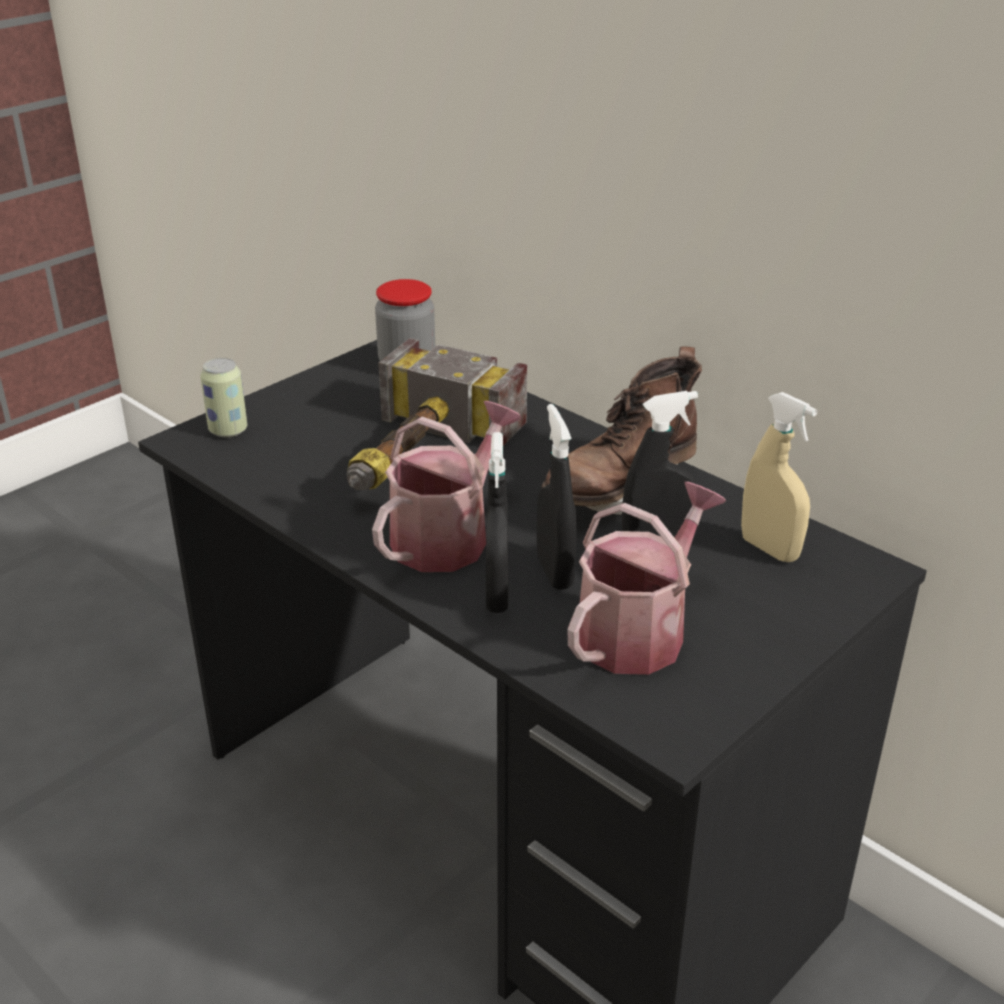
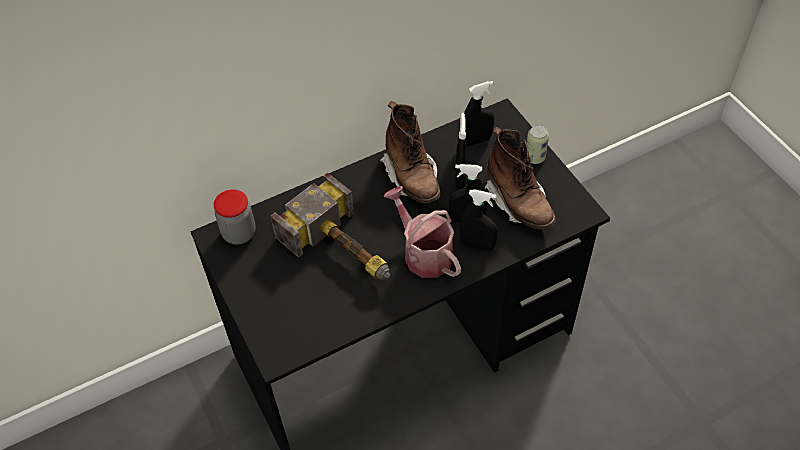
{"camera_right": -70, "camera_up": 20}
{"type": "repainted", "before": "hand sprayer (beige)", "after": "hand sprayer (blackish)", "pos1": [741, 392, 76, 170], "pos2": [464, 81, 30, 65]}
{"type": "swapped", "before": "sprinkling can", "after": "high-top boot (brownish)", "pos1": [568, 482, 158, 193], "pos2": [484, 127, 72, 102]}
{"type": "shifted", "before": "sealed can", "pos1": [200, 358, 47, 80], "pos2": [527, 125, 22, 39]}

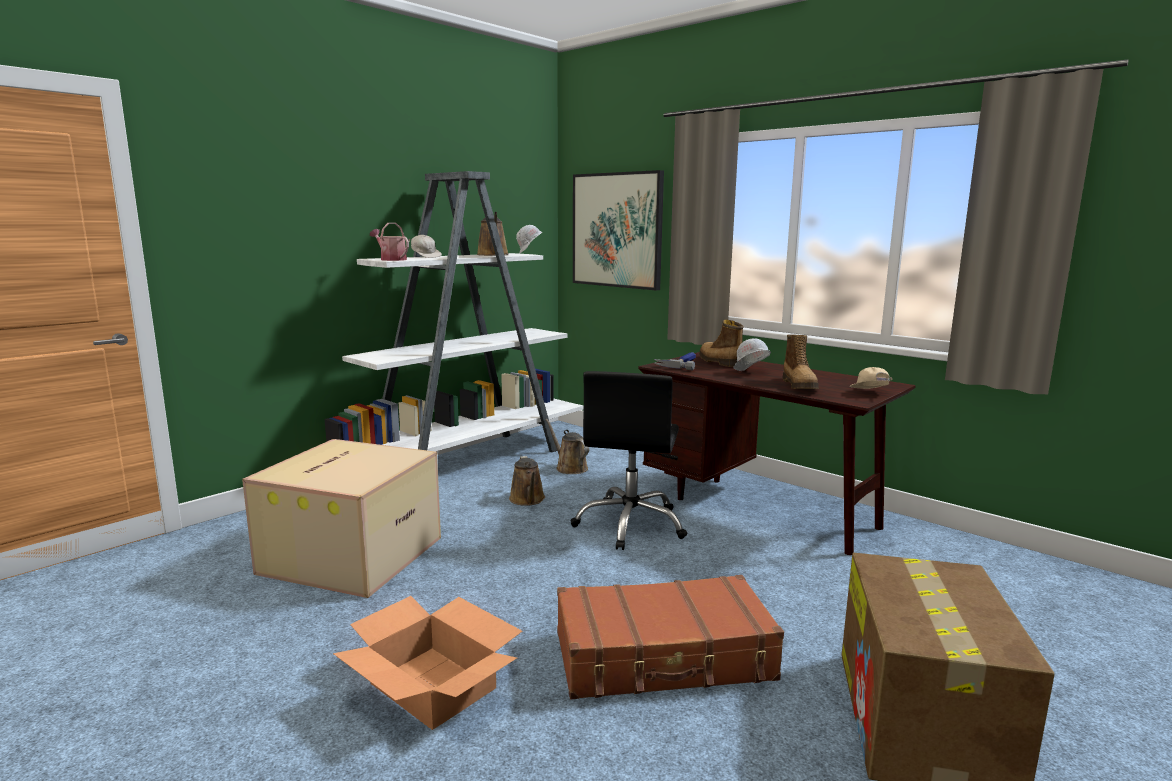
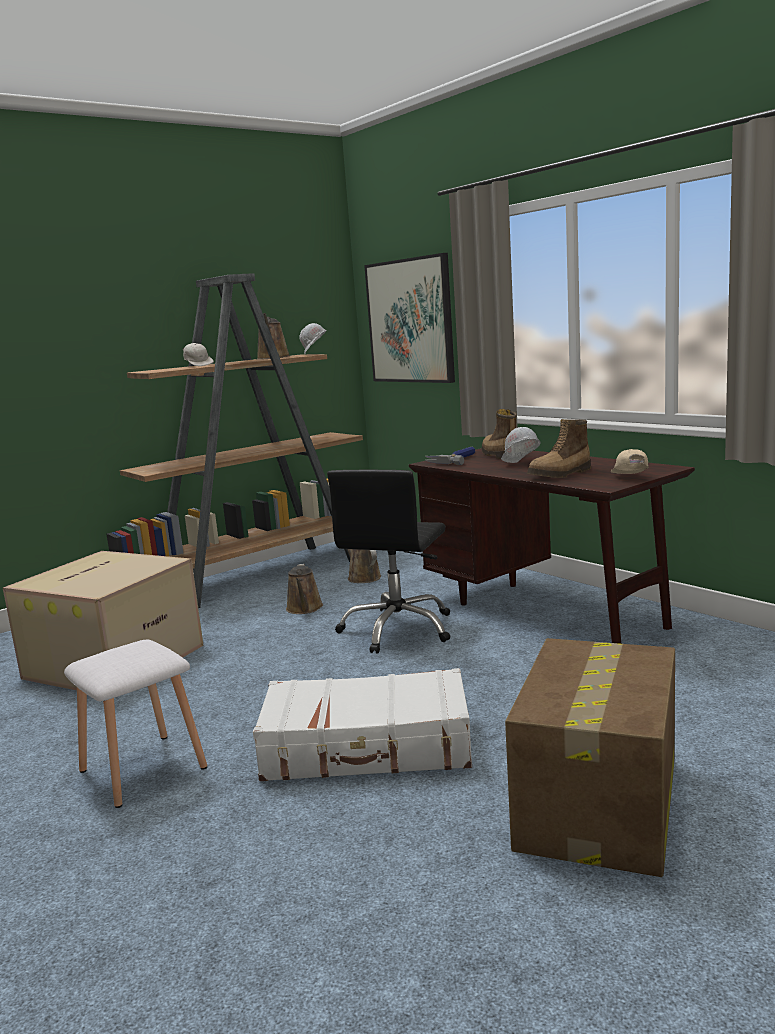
{"camera_right": 10, "camera_up": 0}
{"type": "swapped", "before": "carton", "after": "sitting stool (white-coloured)", "pos1": [333, 596, 189, 134], "pos2": [64, 640, 143, 168]}
{"type": "repainted", "before": "bookshelf (white-coloured)", "after": "bookshelf (brownish)", "pos1": [325, 171, 258, 281], "pos2": [106, 273, 257, 335]}
{"type": "repainted", "before": "piece of luggage (brownish)", "after": "piece of luggage (white-coloured)", "pos1": [557, 575, 227, 124], "pos2": [253, 668, 219, 113]}
{"type": "rotated", "before": "high-top boot", "pos1": [782, 334, 37, 55], "pos2": [527, 419, 64, 59], "turn": 45}
{"type": "gone", "before": "sprinkling can", "pos1": [370, 223, 39, 38]}

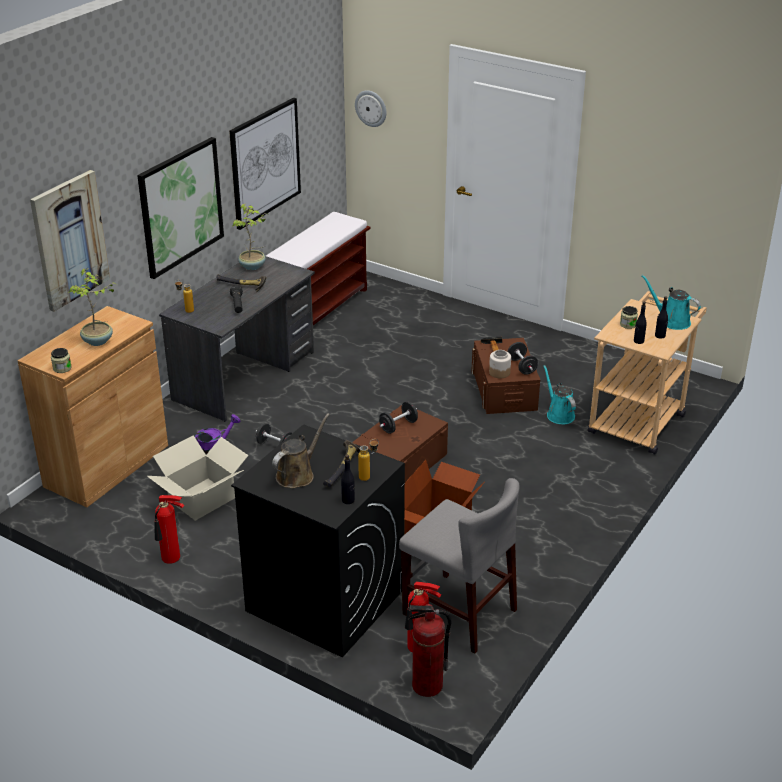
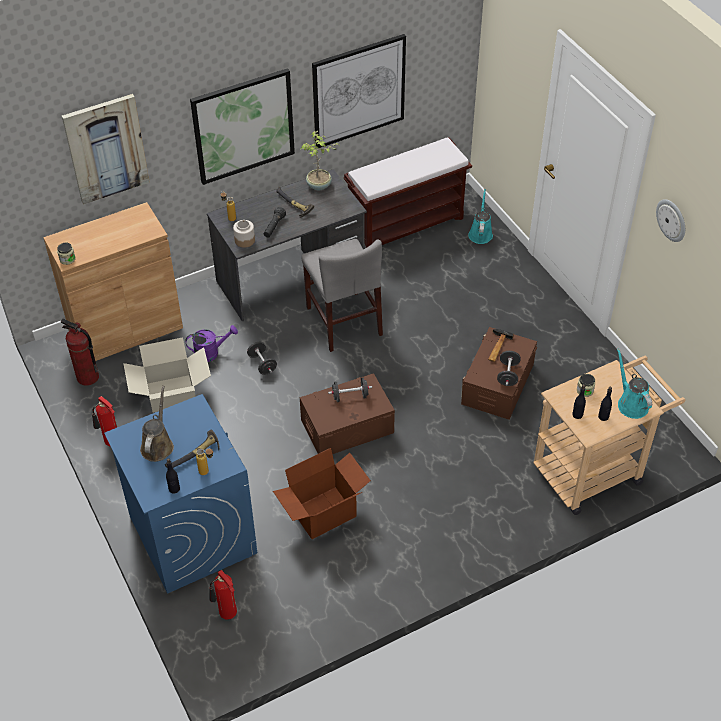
{"camera_right": 30, "camera_up": 15}
{"type": "shifted", "before": "extinguisher", "pos1": [408, 604, 44, 93], "pos2": [61, 319, 38, 67]}
{"type": "repainted", "before": "laundry machine (blackish)", "after": "laundry machine (blue-coloured)", "pos1": [231, 425, 174, 233], "pos2": [104, 394, 154, 200]}
{"type": "rotated", "before": "sprinkling can (brownish)", "pos1": [272, 413, 58, 75], "pos2": [140, 386, 34, 76], "turn": -60}
{"type": "shifted", "before": "preserve jar", "pos1": [489, 350, 22, 28], "pos2": [233, 220, 22, 28]}
{"type": "shifted", "before": "chair (gray)", "pos1": [399, 478, 120, 175], "pos2": [301, 239, 82, 113]}
{"type": "shifted", "before": "sprinkling can (turquoise-coloured)", "pos1": [543, 365, 33, 59], "pos2": [468, 189, 25, 55]}
{"type": "shifted", "before": "clock on the wall", "pos1": [355, 90, 32, 37], "pos2": [656, 199, 29, 43]}
{"type": "gone", "before": "potted plant", "pos1": [69, 268, 47, 78]}

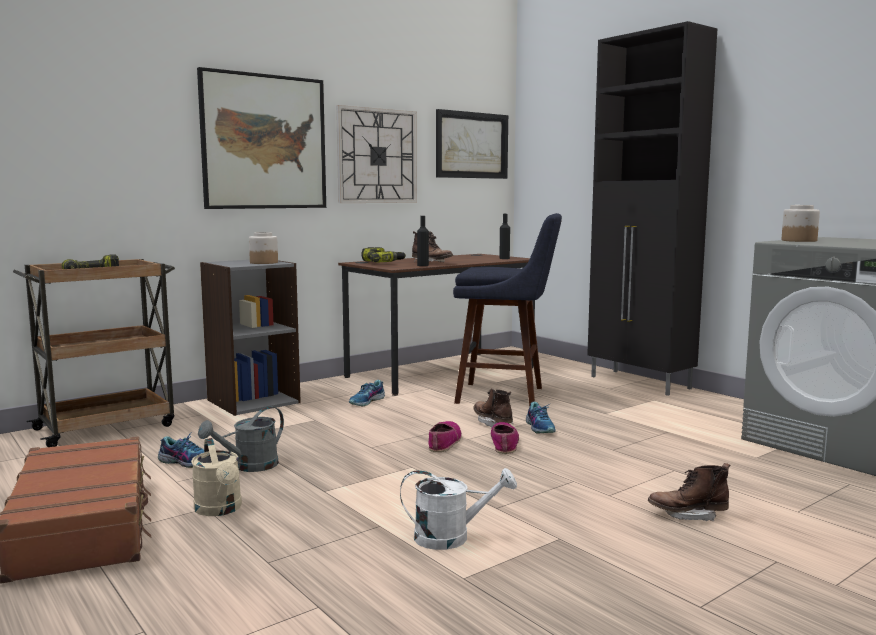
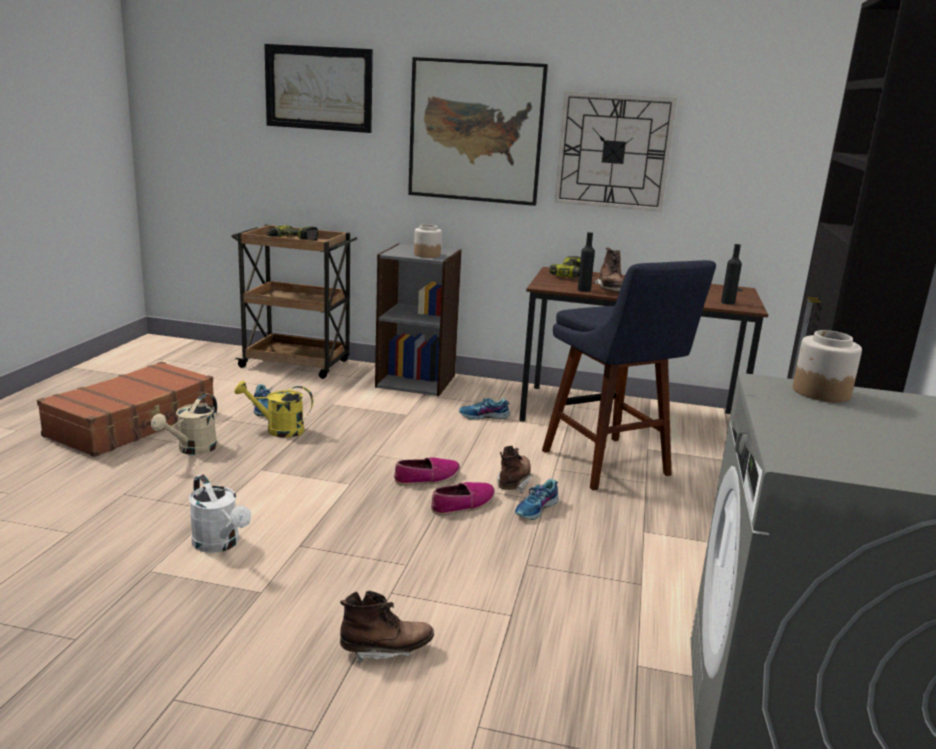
{"camera_right": 50, "camera_up": 10}
{"type": "repainted", "before": "sprinkling can (gray)", "after": "sprinkling can (yellow-coloured)", "pos1": [198, 406, 86, 66], "pos2": [234, 381, 79, 57]}
{"type": "shifted", "before": "wall picture", "pos1": [436, 109, 72, 70], "pos2": [264, 44, 109, 89]}
{"type": "rotated", "before": "high-top boot (brownish)", "pos1": [648, 463, 82, 58], "pos2": [340, 591, 94, 73], "turn": 120}

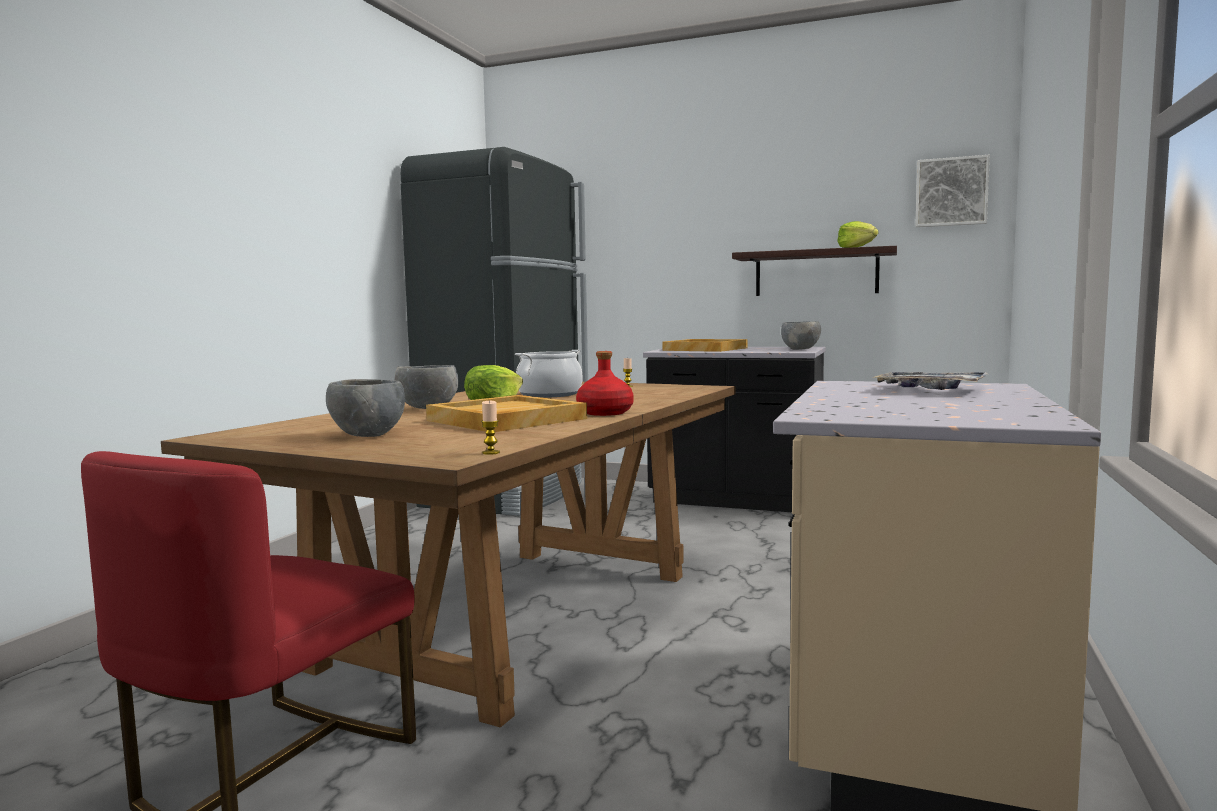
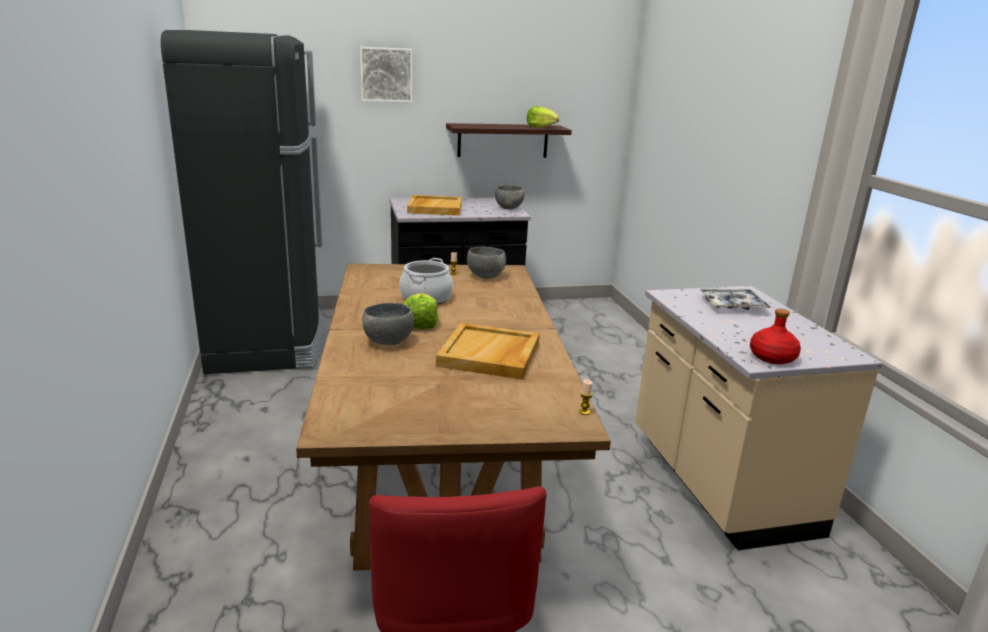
{"camera_right": -35, "camera_up": 15}
{"type": "shifted", "before": "wall picture", "pos1": [915, 155, 75, 72], "pos2": [360, 47, 52, 56]}
{"type": "shifted", "before": "serving bowl (gray)", "pos1": [326, 379, 79, 58], "pos2": [467, 247, 39, 32]}
{"type": "shifted", "before": "beverage bottle (red)", "pos1": [576, 351, 58, 65], "pos2": [750, 309, 51, 55]}

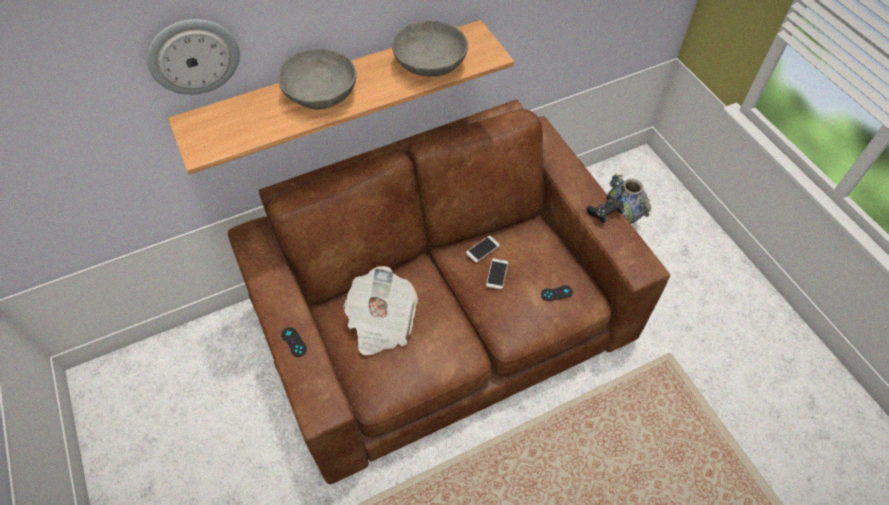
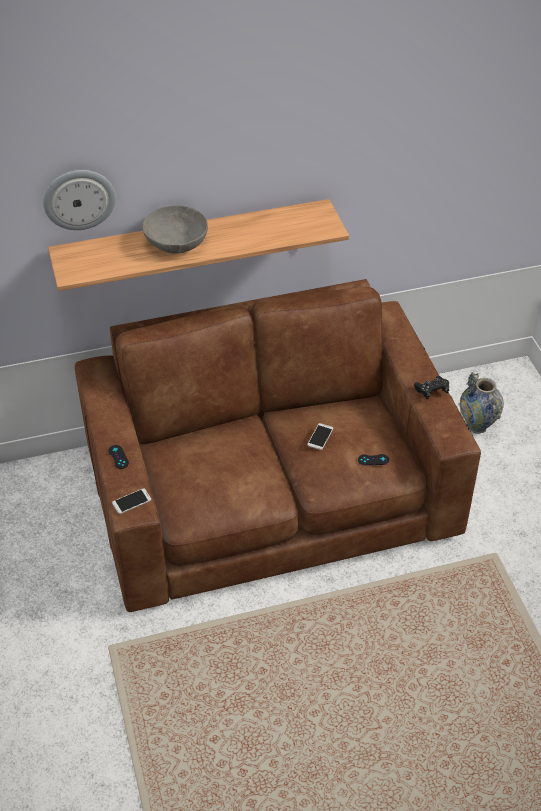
{"camera_right": 10, "camera_up": -10}
{"type": "shifted", "before": "telephone", "pos1": [466, 236, 34, 27], "pos2": [112, 488, 39, 26]}
{"type": "gone", "before": "newspaper", "pos1": [343, 266, 75, 90]}
{"type": "gone", "before": "serving bowl (gray)", "pos1": [392, 20, 76, 57]}

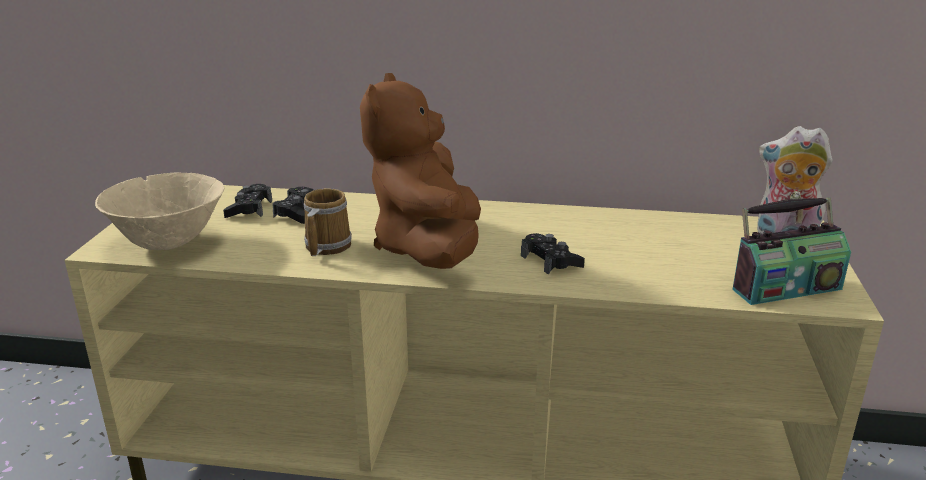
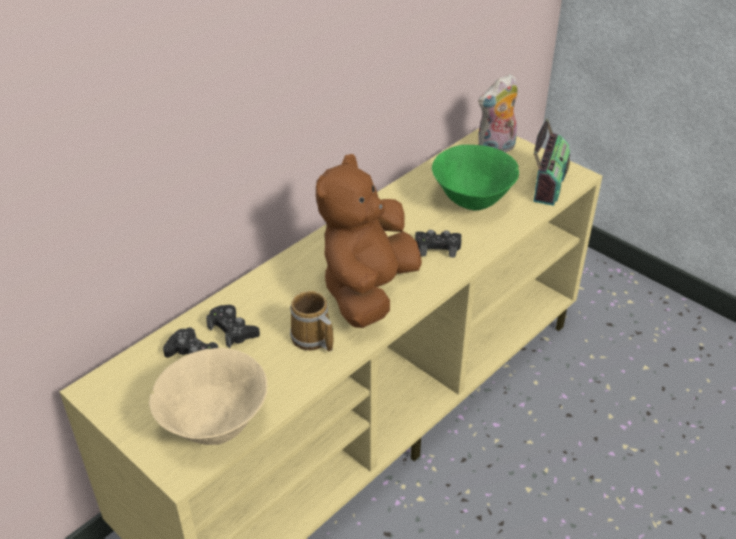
{"camera_right": -55, "camera_up": 15}
{"type": "rotated", "before": "cuddly toy (brownish)", "pos1": [360, 73, 121, 196], "pos2": [316, 154, 106, 174], "turn": 75}
{"type": "new", "after": "serving bowl (greenish)", "pos2": [432, 145, 87, 65]}

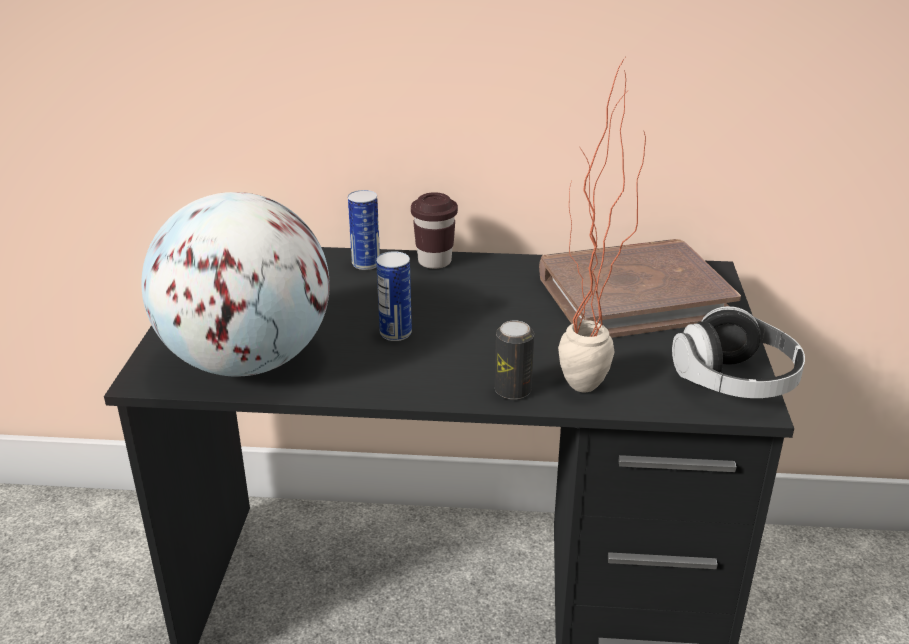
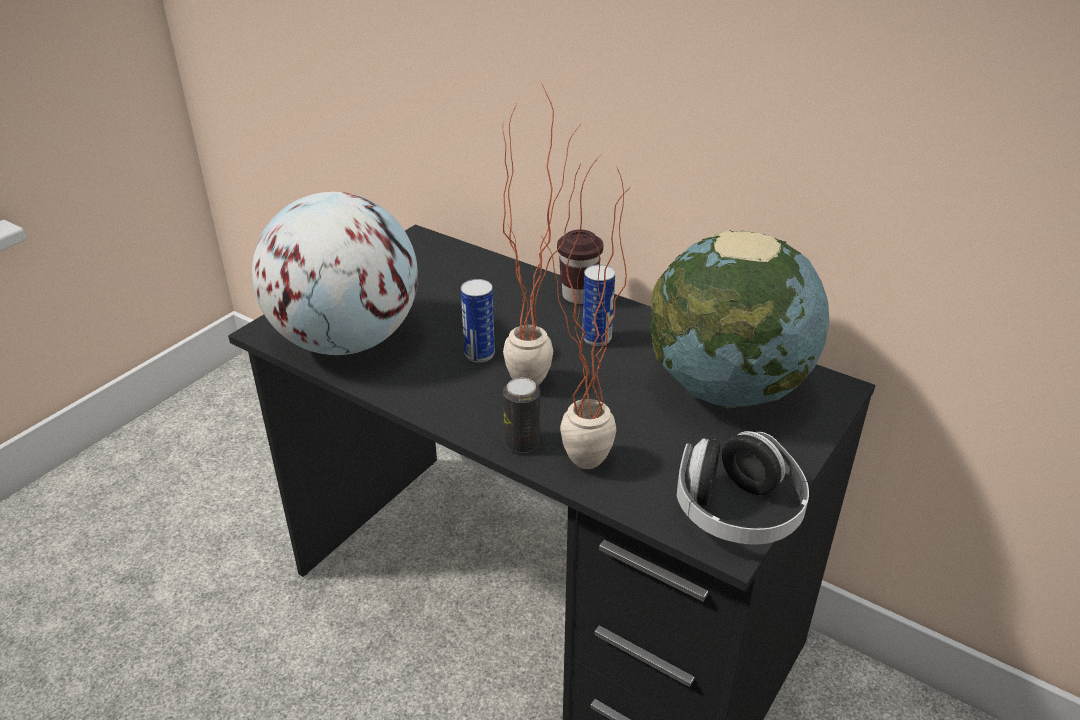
{"camera_right": 30, "camera_up": 5}
{"type": "new", "after": "potted plant", "pos2": [502, 84, 79, 301]}
{"type": "shifted", "before": "sealed can", "pos1": [348, 190, 32, 80], "pos2": [582, 264, 33, 82]}
{"type": "swapped", "before": "volume (brownish)", "after": "world globe", "pos1": [539, 239, 202, 99], "pos2": [650, 230, 179, 178]}

